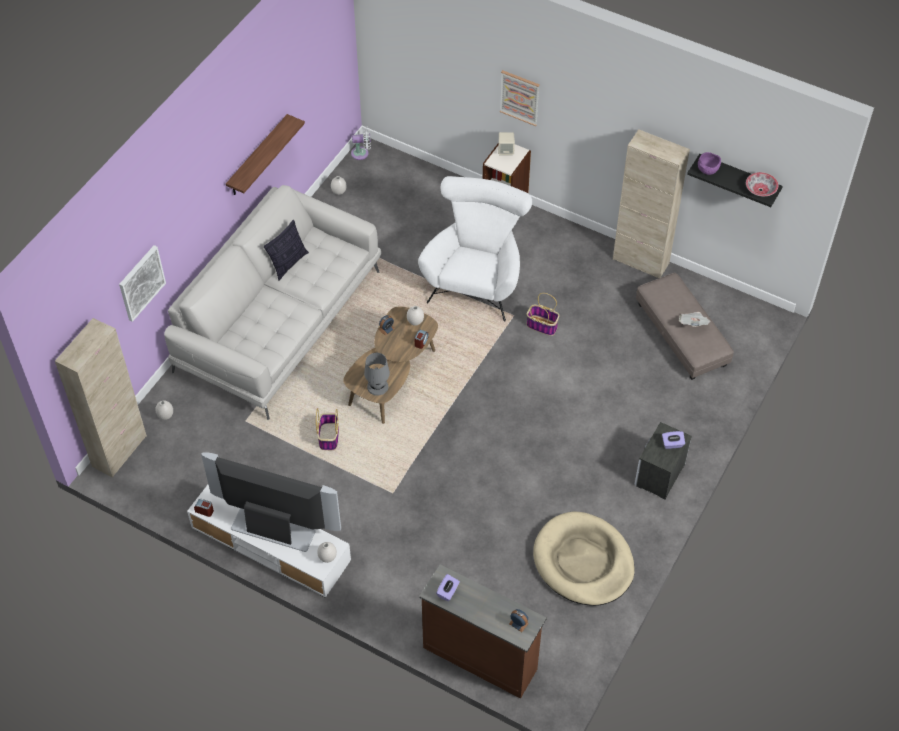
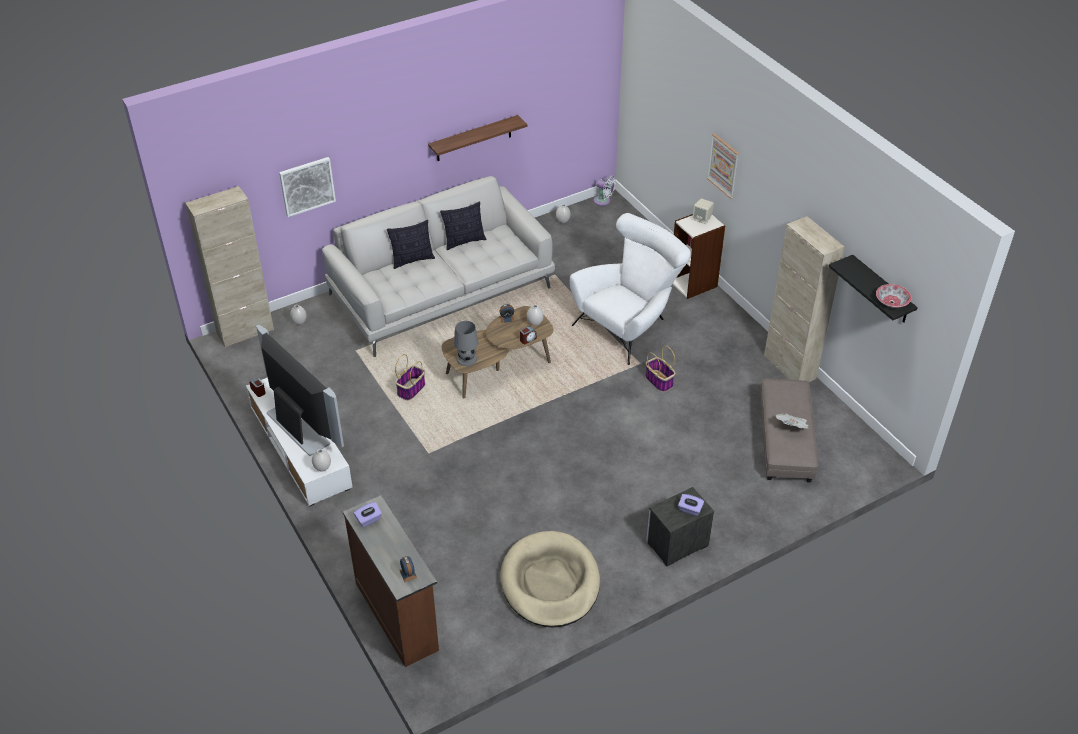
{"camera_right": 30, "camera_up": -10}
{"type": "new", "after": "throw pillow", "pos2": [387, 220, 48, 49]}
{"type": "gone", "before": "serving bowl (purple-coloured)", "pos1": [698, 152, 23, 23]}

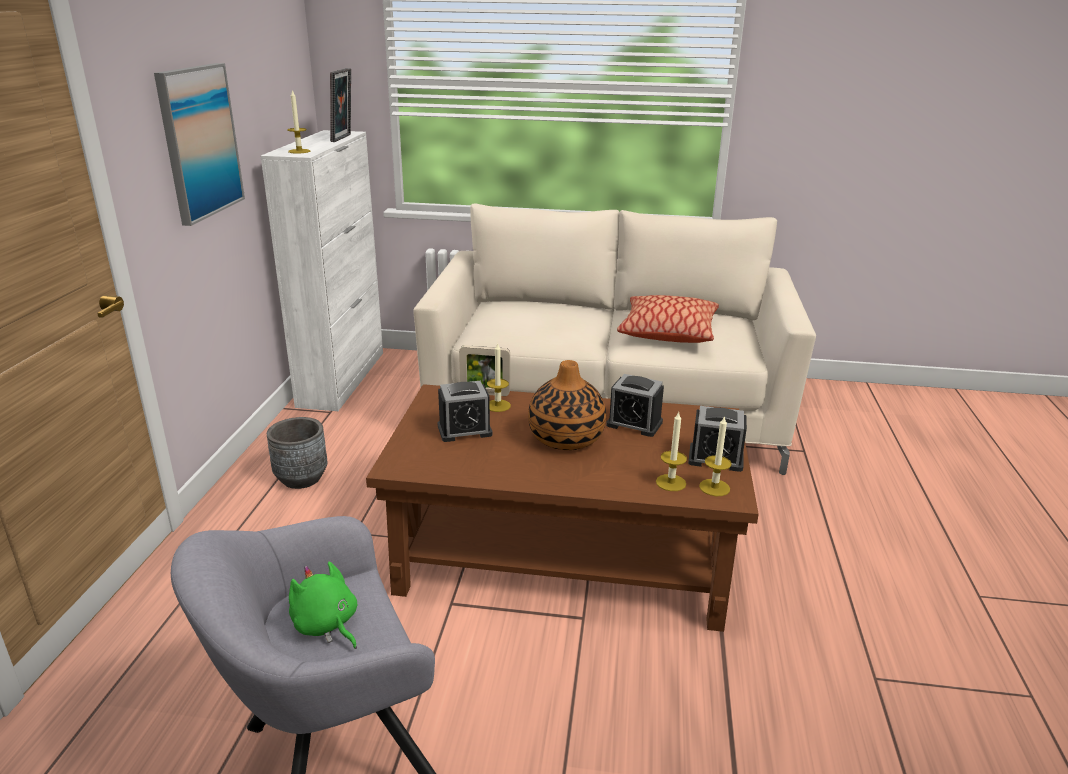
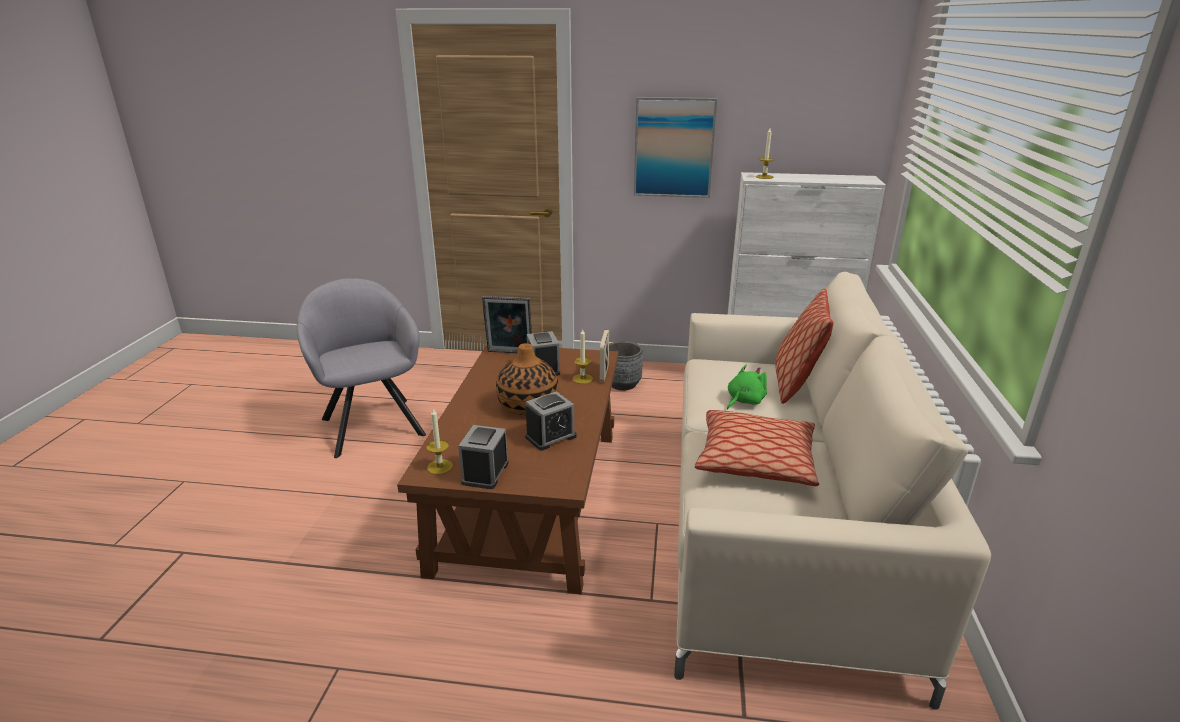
{"camera_right": 90, "camera_up": 0}
{"type": "shifted", "before": "photo frame", "pos1": [330, 68, 21, 74], "pos2": [482, 296, 50, 57]}
{"type": "rotated", "before": "alarm clock", "pos1": [606, 374, 58, 63], "pos2": [525, 391, 52, 60], "turn": -150}
{"type": "shifted", "before": "cuddly toy (greenish)", "pos1": [289, 561, 68, 88], "pos2": [727, 365, 40, 45]}
{"type": "new", "after": "throw pillow", "pos2": [775, 288, 59, 116]}
{"type": "gone", "before": "wax light", "pos1": [656, 411, 31, 80]}

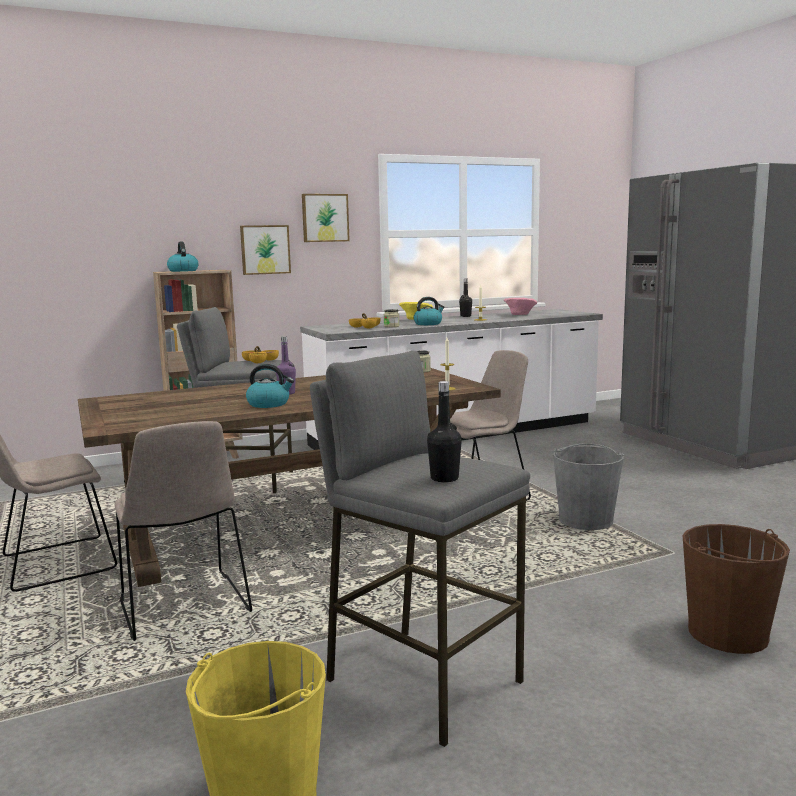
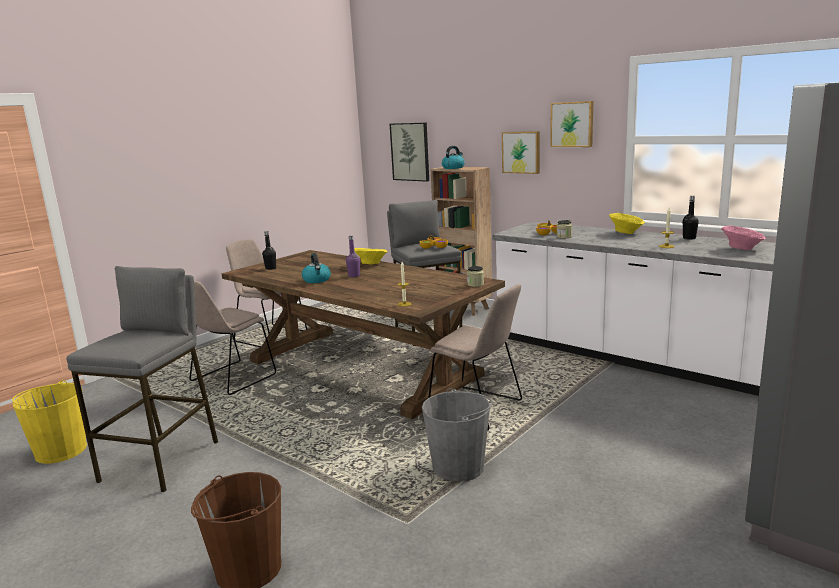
{"camera_right": 65, "camera_up": 5}
{"type": "shifted", "before": "beverage bottle (blackish)", "pos1": [427, 381, 35, 102], "pos2": [262, 231, 14, 39]}
{"type": "new", "after": "serving bowl (yellow-coloured)", "pos2": [354, 248, 33, 16]}
{"type": "new", "after": "wall picture", "pos2": [390, 123, 39, 59]}
{"type": "gone", "before": "kettle", "pos1": [414, 297, 30, 28]}

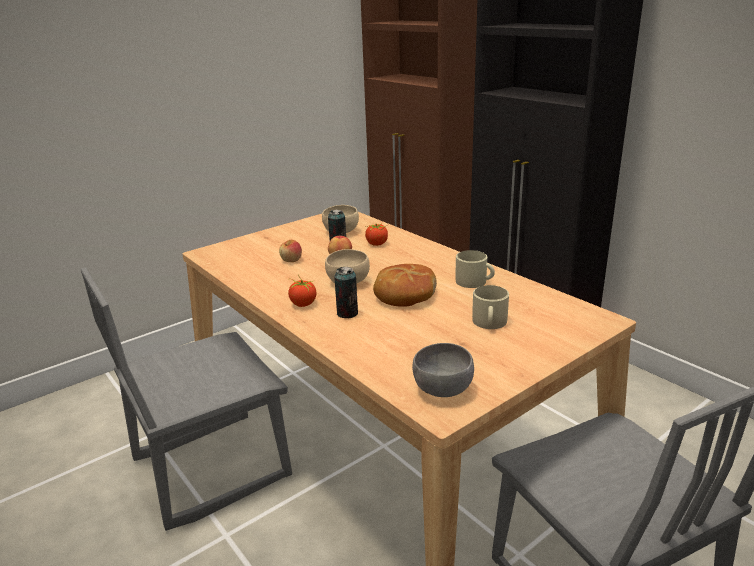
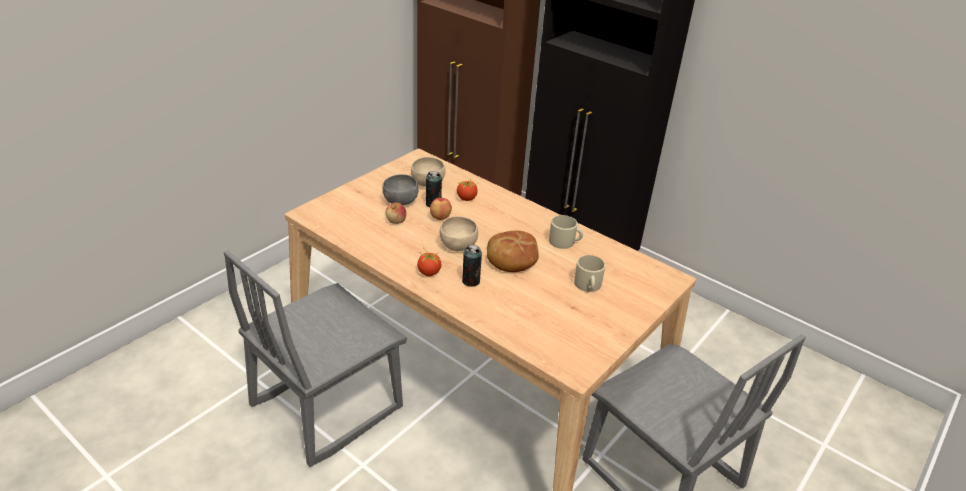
{"camera_right": -15, "camera_up": 10}
{"type": "shifted", "before": "serving bowl (gray)", "pos1": [412, 343, 62, 54], "pos2": [382, 174, 37, 31]}

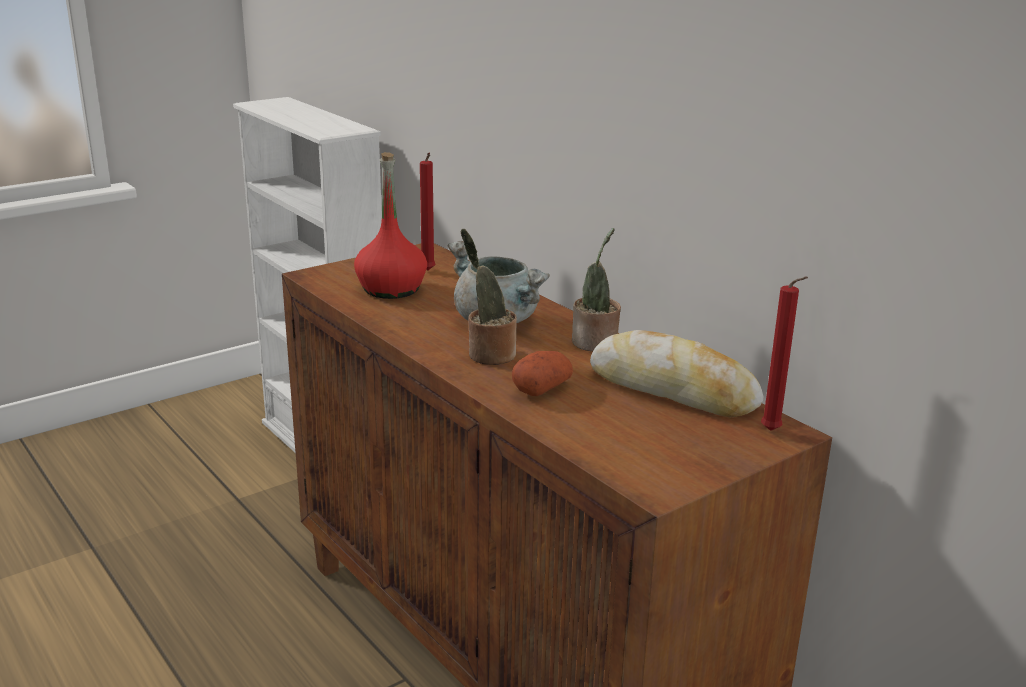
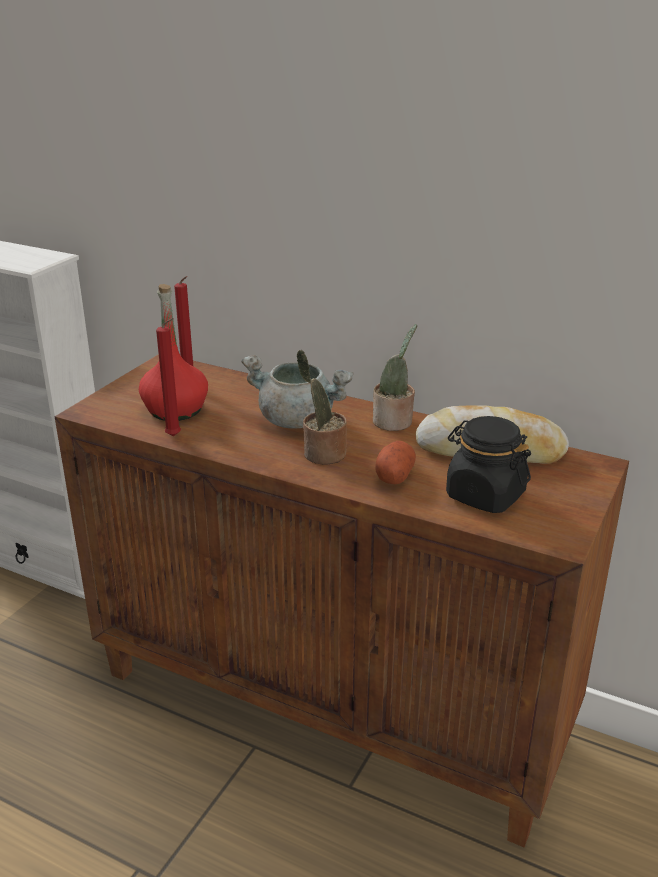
{"camera_right": -25, "camera_up": 5}
{"type": "shifted", "before": "wax light (red)", "pos1": [761, 276, 47, 155], "pos2": [156, 318, 25, 118]}
{"type": "new", "after": "preserve jar (blackish)", "pos2": [446, 416, 85, 97]}

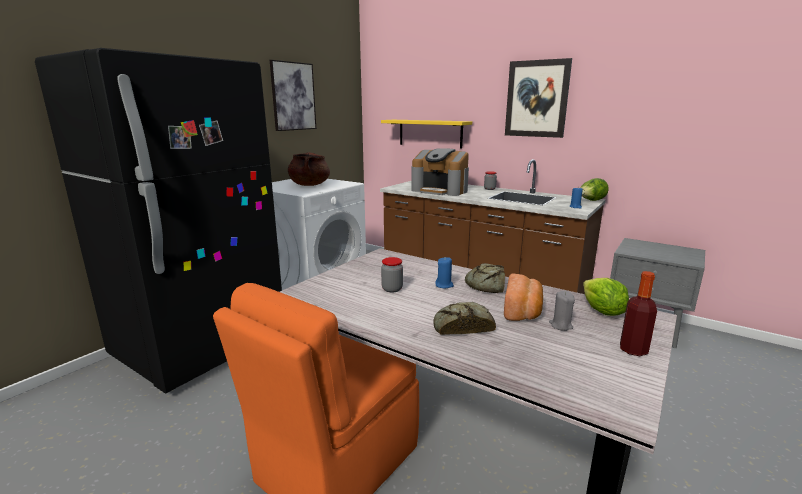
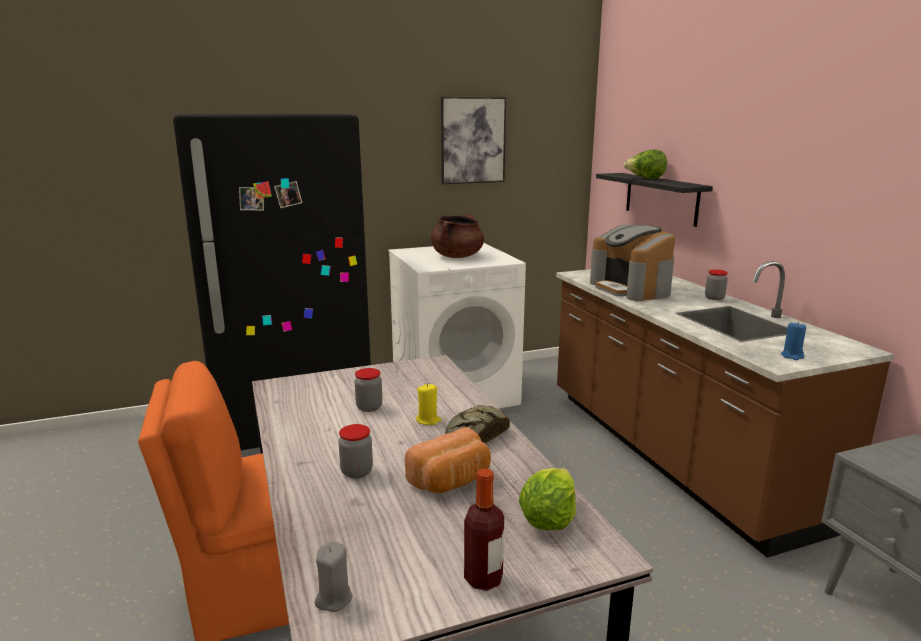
{"camera_right": 35, "camera_up": 0}
{"type": "shifted", "before": "wax light (gray)", "pos1": [549, 291, 26, 40], "pos2": [315, 542, 38, 70]}
{"type": "swapped", "before": "bread", "after": "preserve jar", "pos1": [433, 302, 63, 33], "pos2": [339, 424, 34, 55]}
{"type": "repainted", "before": "wax light (blue-coloured)", "after": "wax light (yellow-coloured)", "pos1": [435, 257, 19, 31], "pos2": [416, 384, 25, 41]}
{"type": "repainted", "before": "shelf (yellow-coloured)", "after": "shelf (blackish)", "pos1": [381, 120, 91, 28], "pos2": [596, 173, 117, 54]}
{"type": "shifted", "before": "head of lettuce", "pos1": [580, 178, 29, 23], "pos2": [623, 149, 44, 30]}
{"type": "gone", "before": "wall picture", "pos1": [505, 58, 67, 80]}

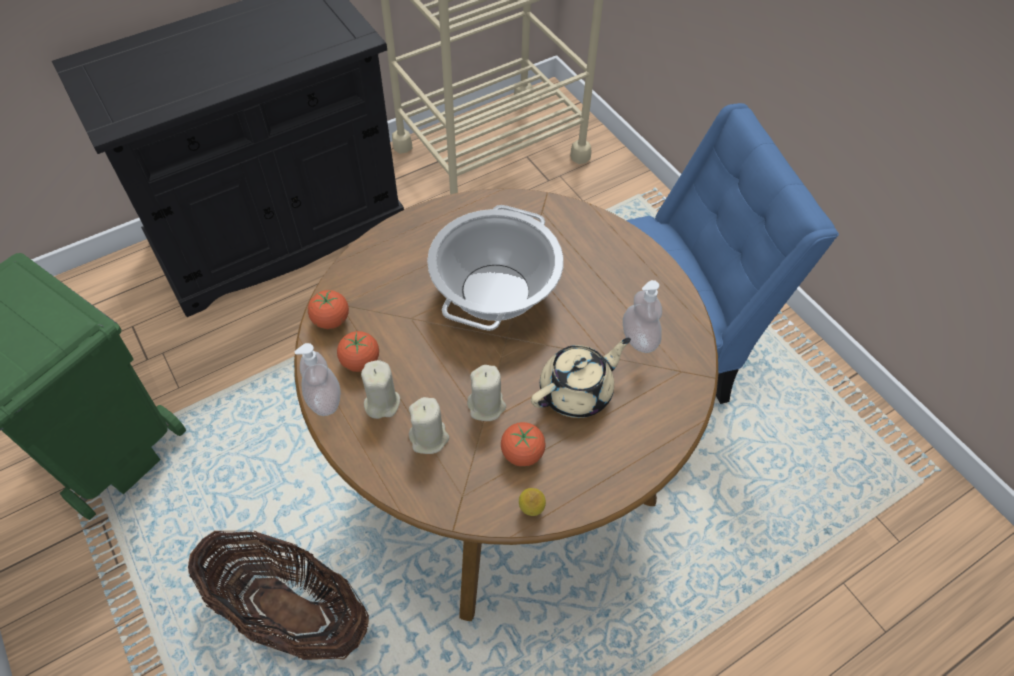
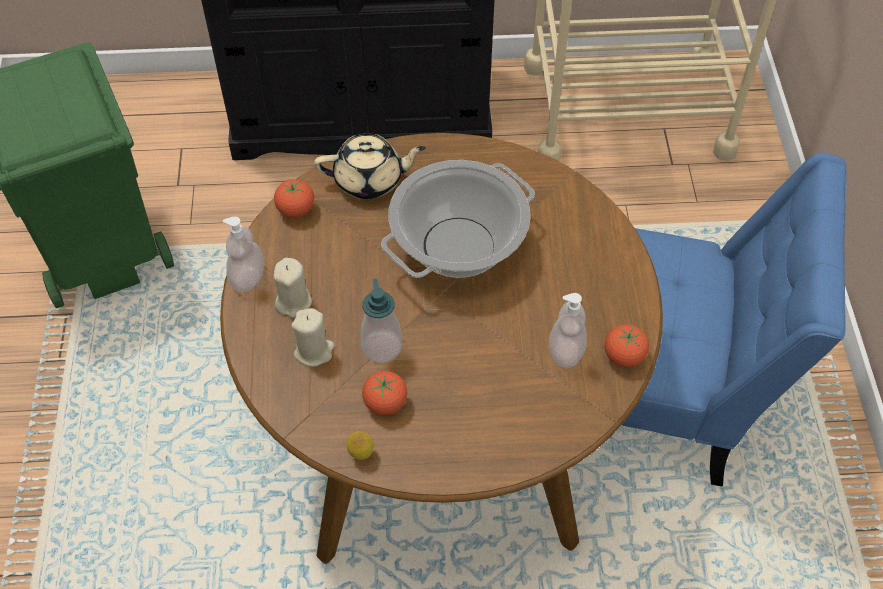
{"camera_right": 30, "camera_up": 0}
{"type": "shifted", "before": "tea pot (beige)", "pos1": [531, 338, 100, 80], "pos2": [314, 133, 112, 66]}
{"type": "swapped", "before": "wax light (beige)", "after": "liquid soap bottle", "pos1": [467, 365, 39, 56], "pos2": [361, 279, 41, 84]}
{"type": "shifted", "before": "whole tomato", "pos1": [337, 331, 42, 41], "pos2": [605, 324, 44, 43]}
{"type": "gone", "before": "storage basket", "pos1": [188, 531, 181, 129]}

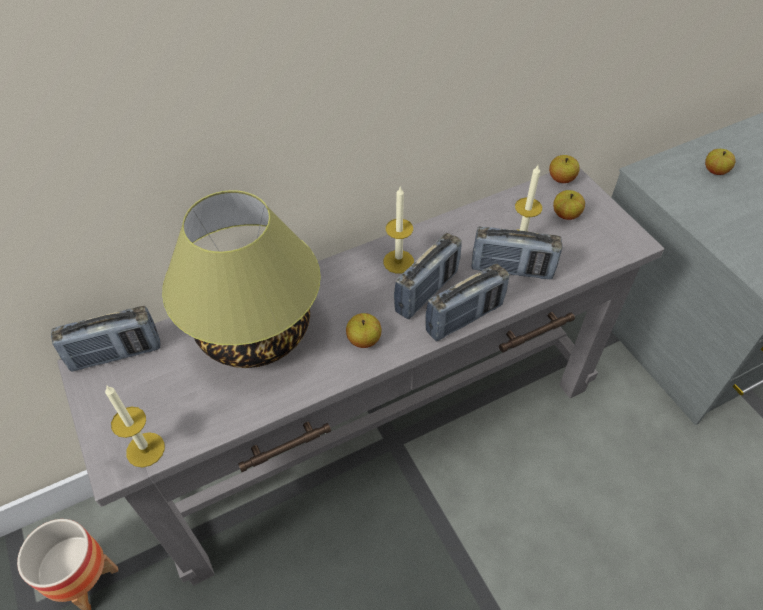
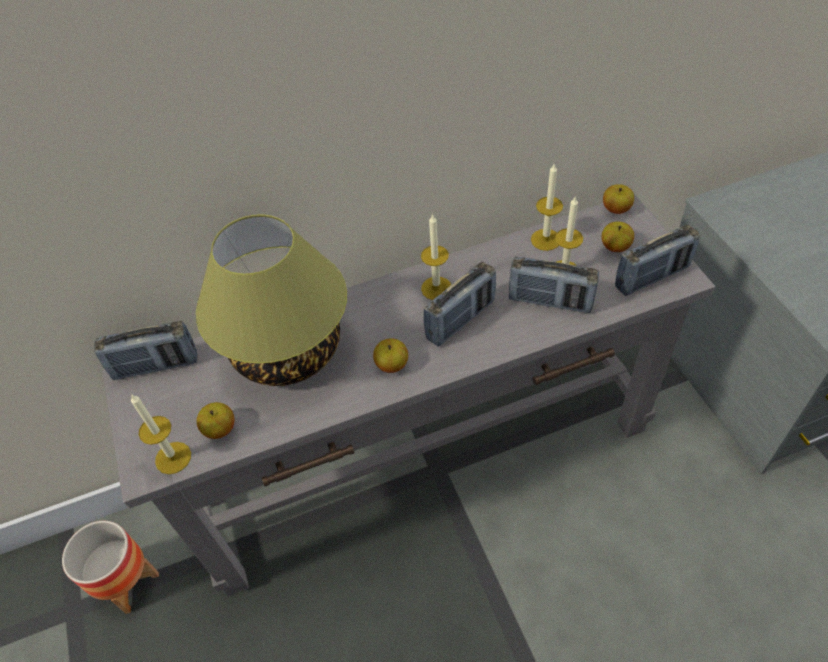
{"camera_right": 10, "camera_up": 0}
{"type": "shifted", "before": "whole apple", "pos1": [705, 149, 31, 26], "pos2": [196, 402, 39, 37]}
{"type": "new", "after": "wax light", "pos2": [531, 164, 32, 87]}
{"type": "shifted", "before": "radio receiver", "pos1": [425, 264, 84, 77], "pos2": [615, 225, 85, 71]}

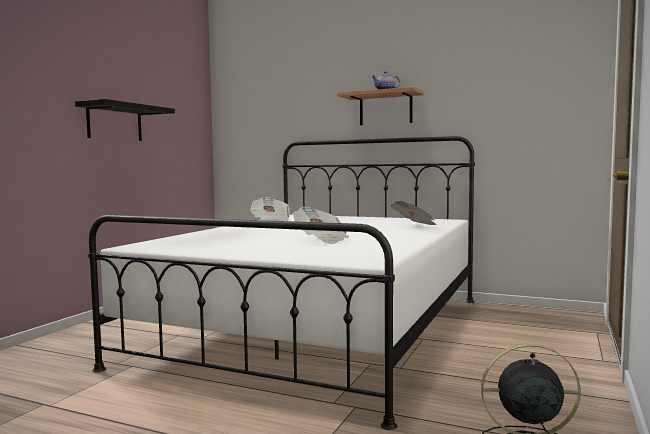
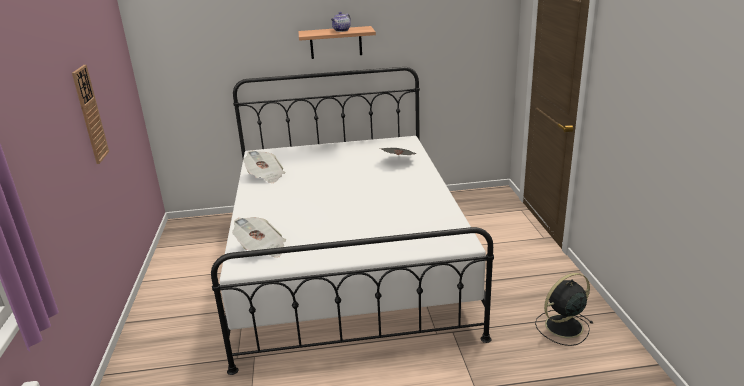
{"camera_right": -30, "camera_up": 20}
{"type": "swapped", "before": "shelf (blackish)", "after": "clock on the wall", "pos1": [75, 99, 100, 42], "pos2": [72, 65, 37, 99]}
{"type": "shifted", "before": "newspaper", "pos1": [292, 207, 57, 37], "pos2": [232, 217, 54, 41]}

